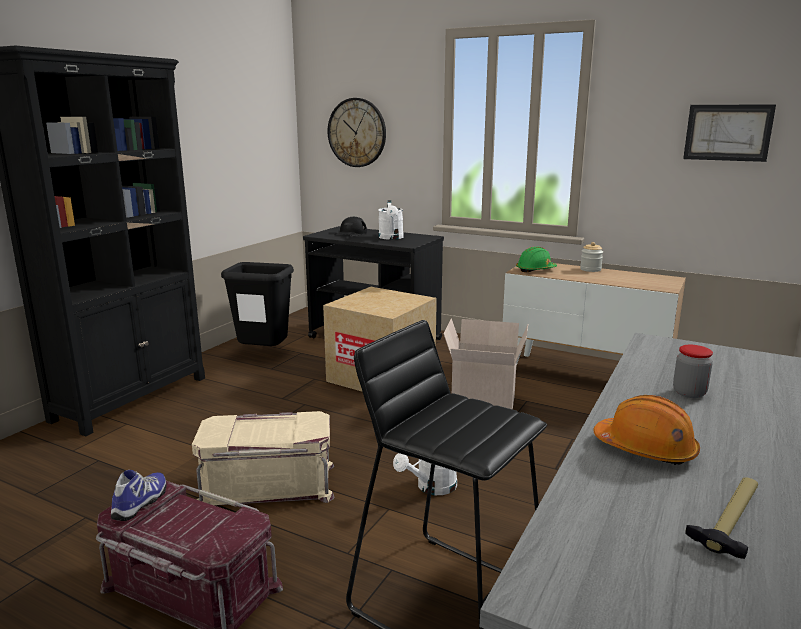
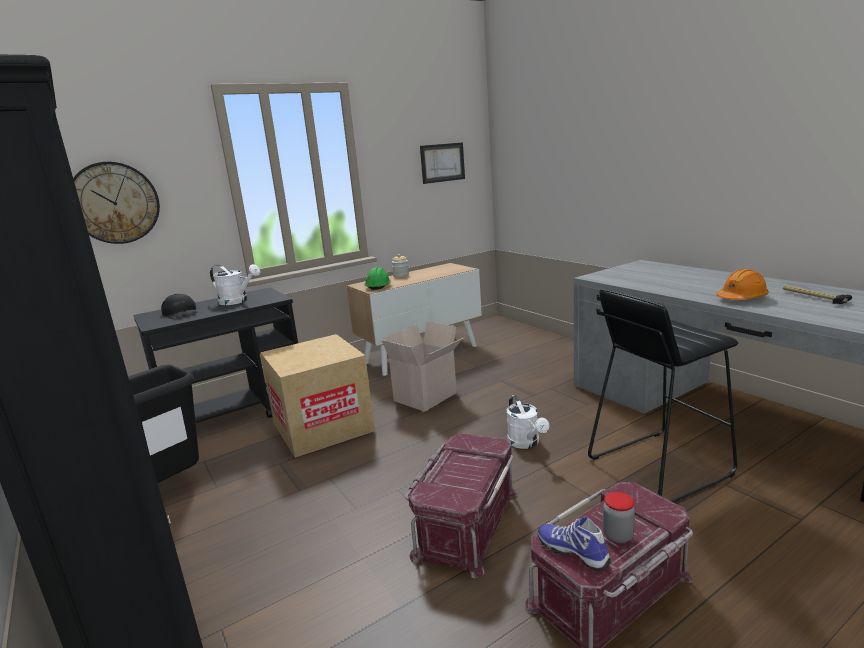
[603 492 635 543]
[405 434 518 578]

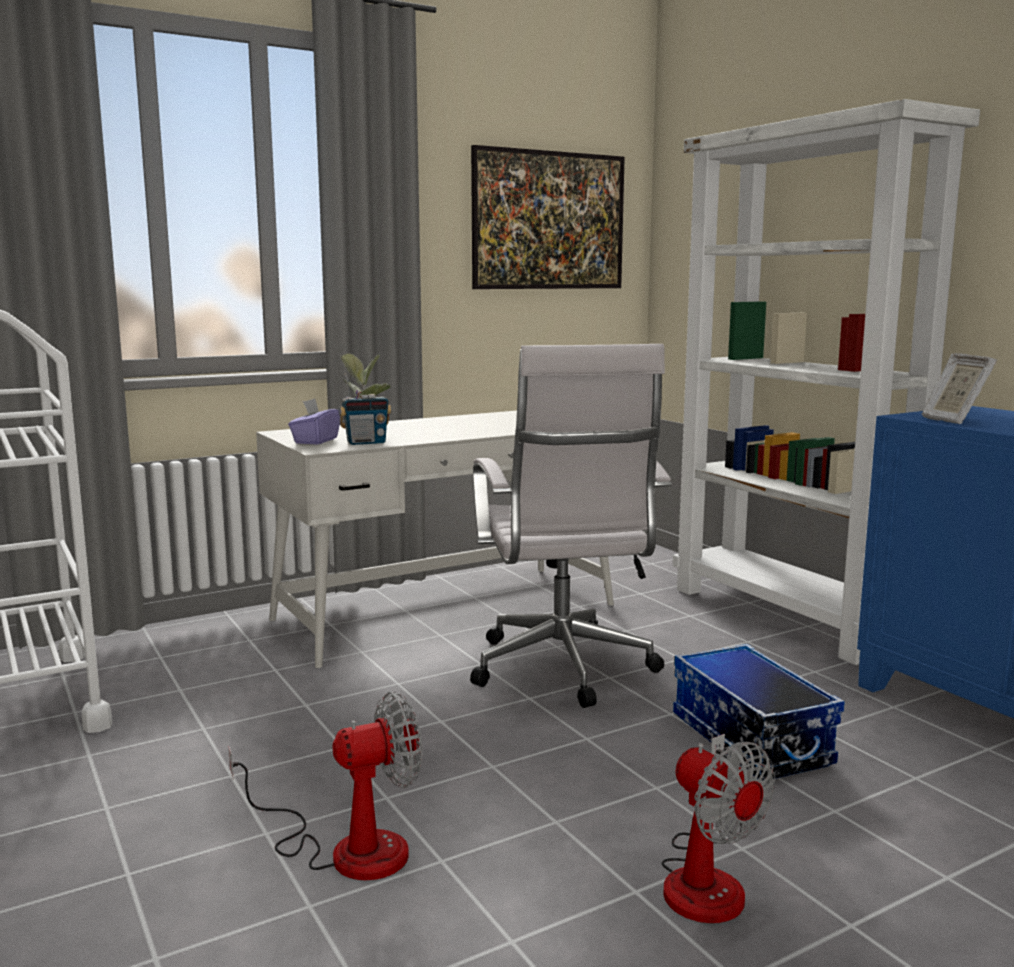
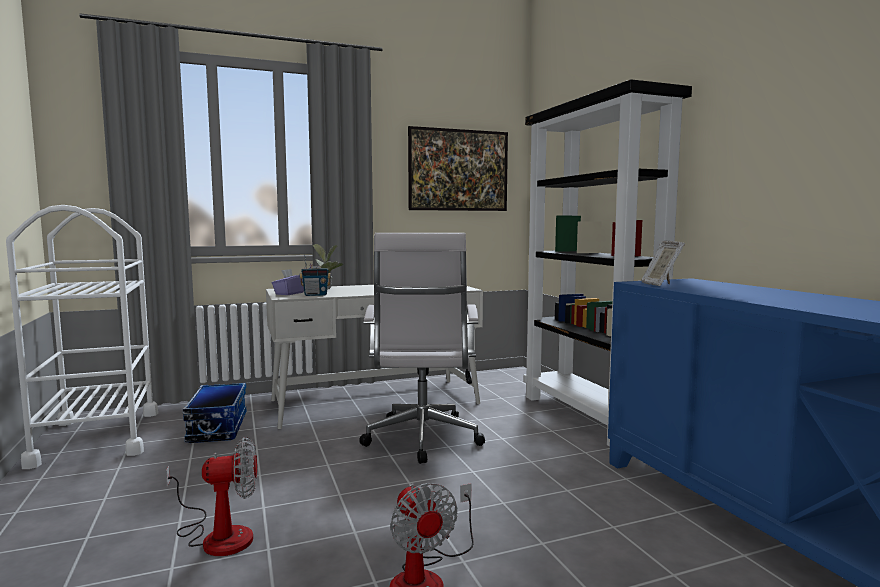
[523 79 692 447]
[183 383 246 443]

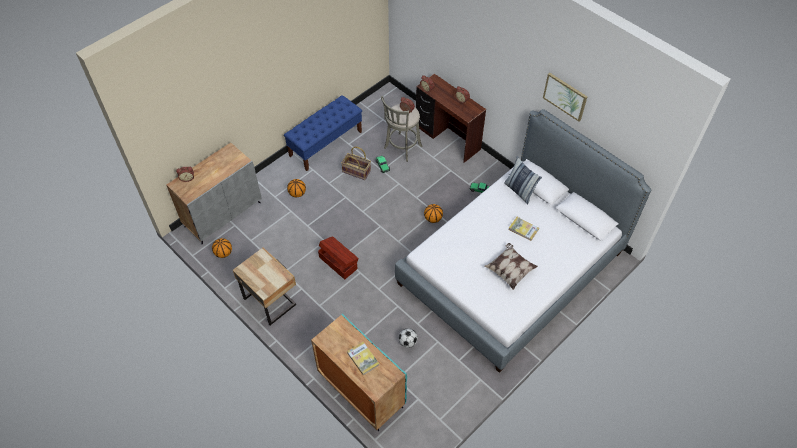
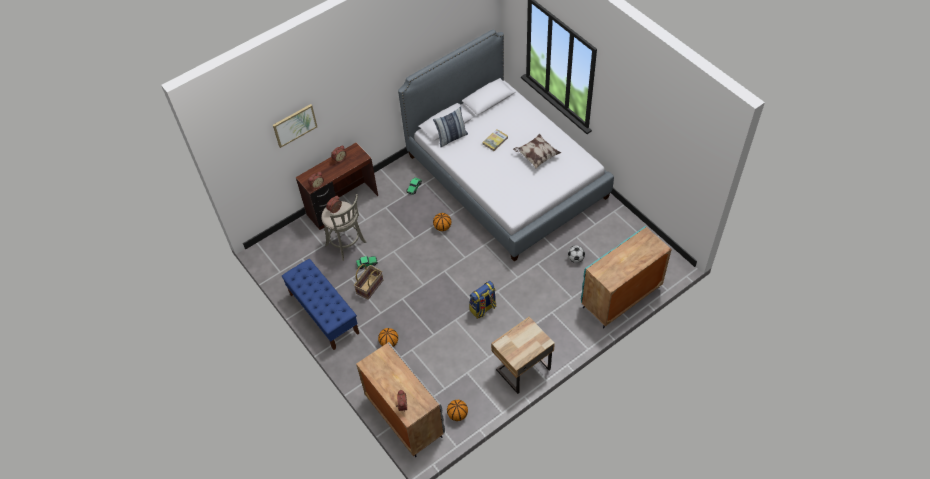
[273 104 317 148]
[469 281 496 319]
[347 342 379 375] (first image)

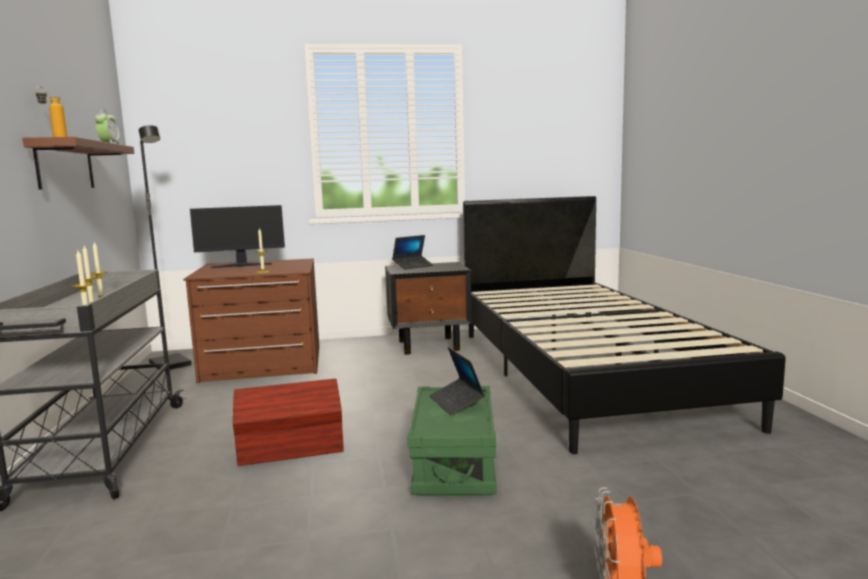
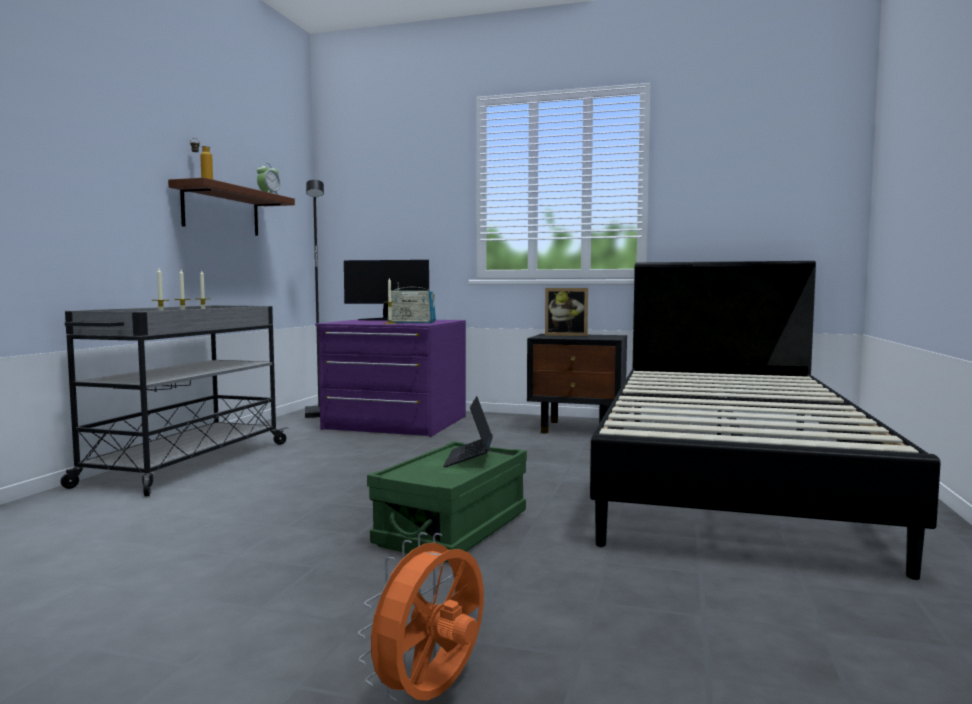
[545 288 588 336]
[315 320 466 437]
[233 379 344 466] (first image)
[391 283 436 323]

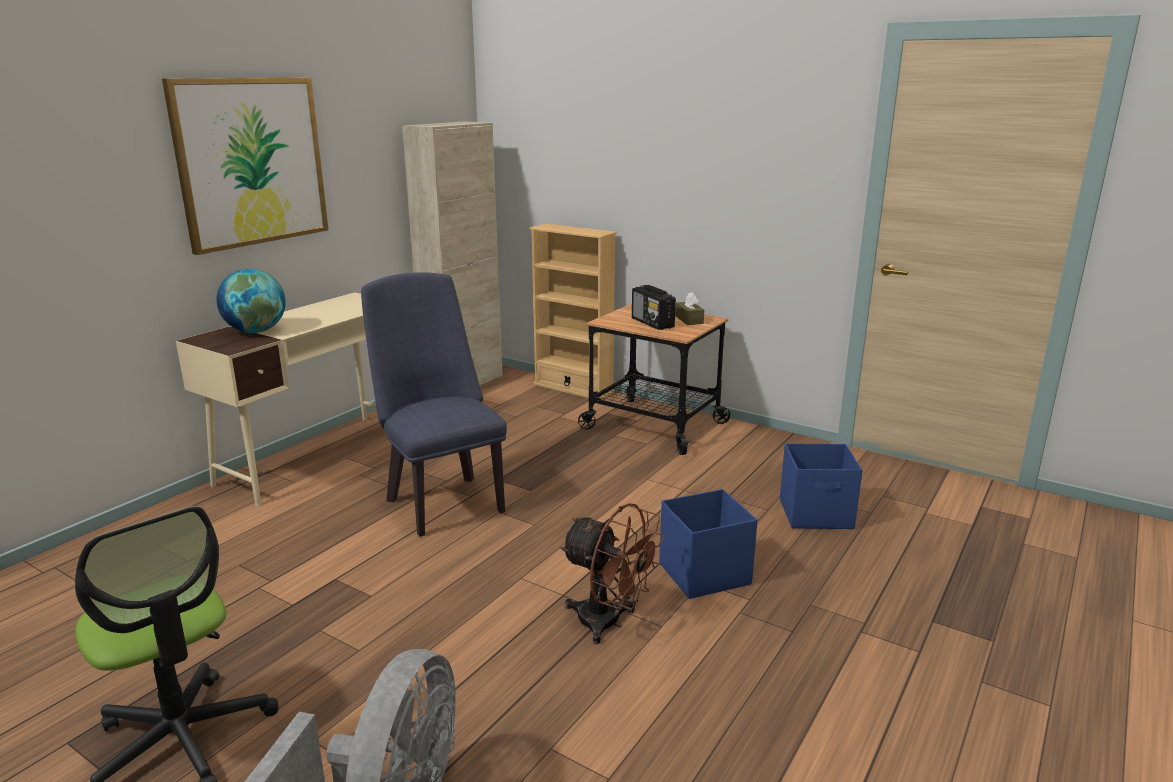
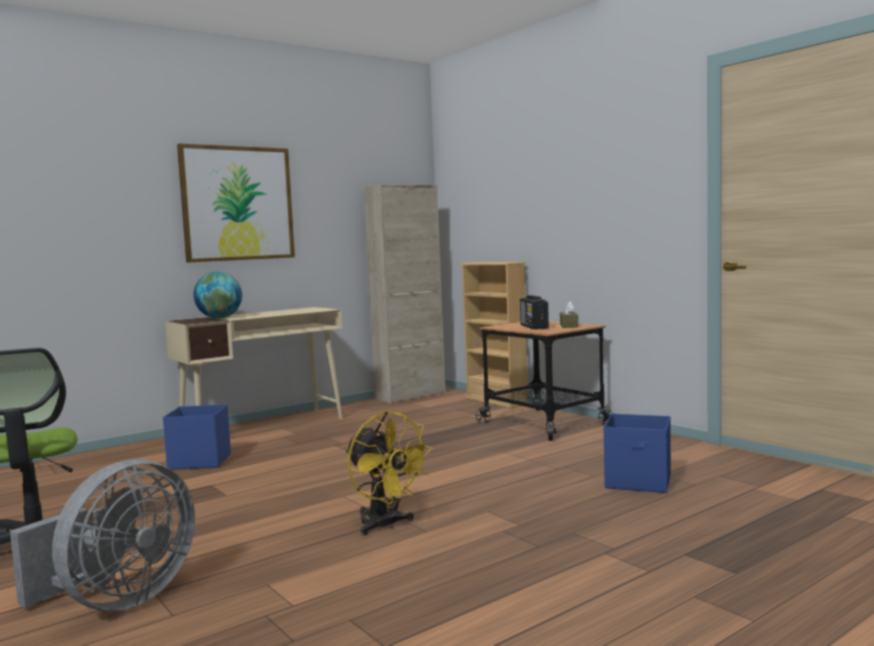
[361 272 507 537] (first image)
[163 404 231 470]
[346 411 433 536]

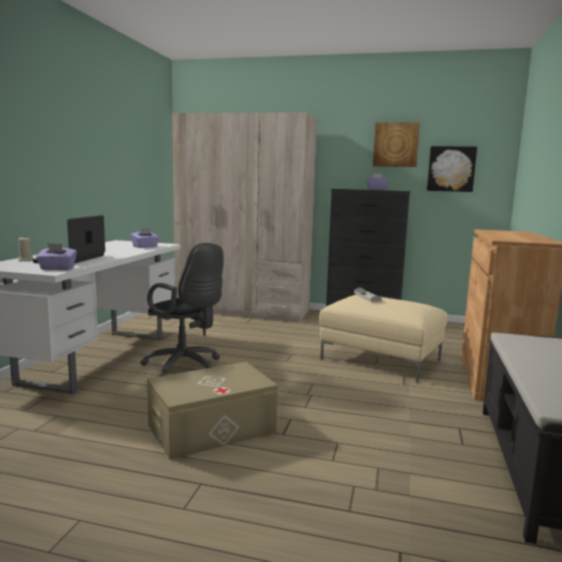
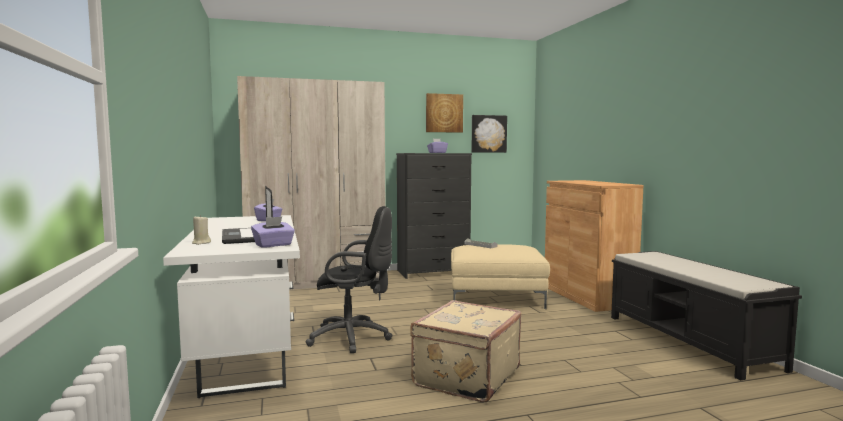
[410 300 522 402]

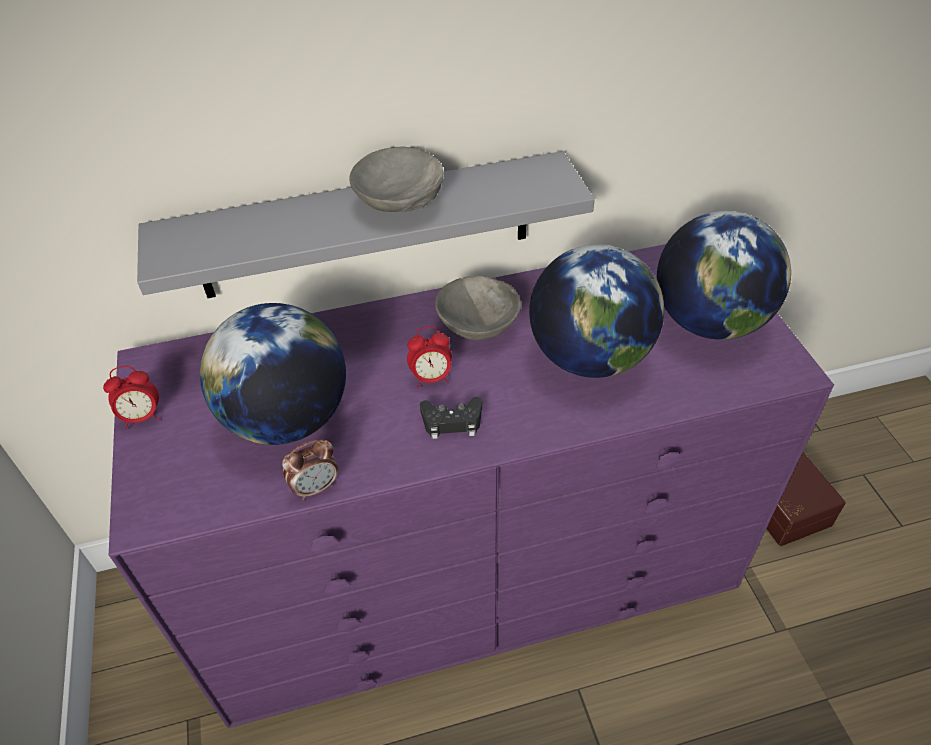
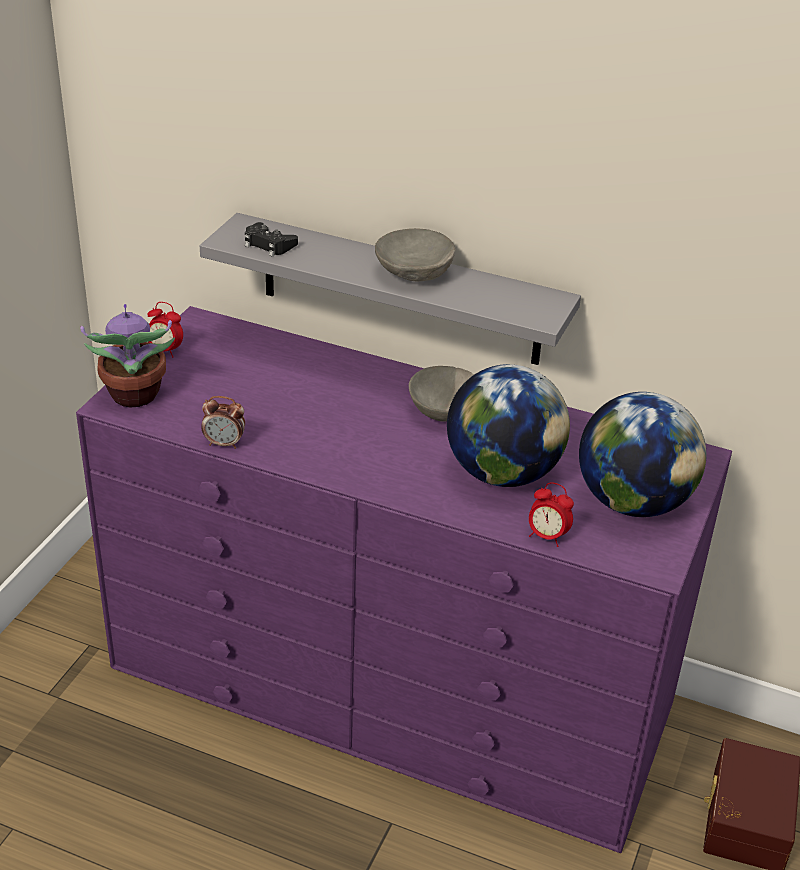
[200 303 346 445] (first image)
[529 482 574 547]
[245 222 298 257]
[80 304 175 407]

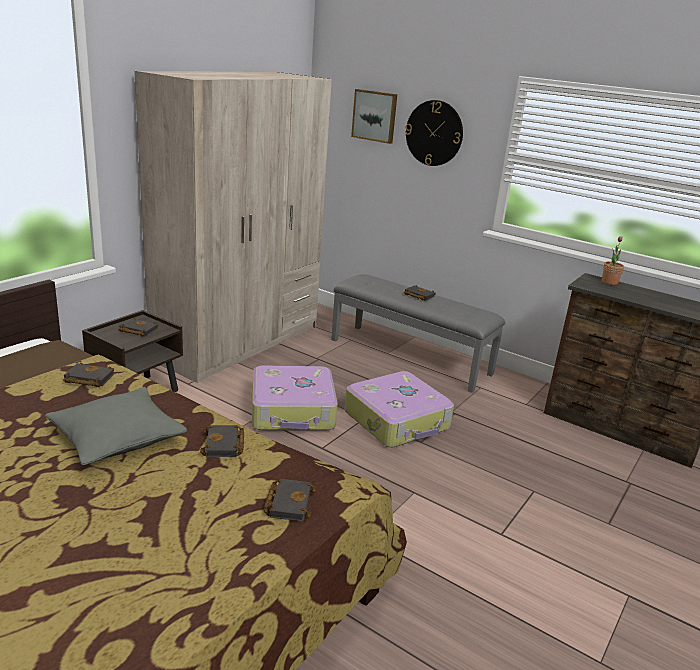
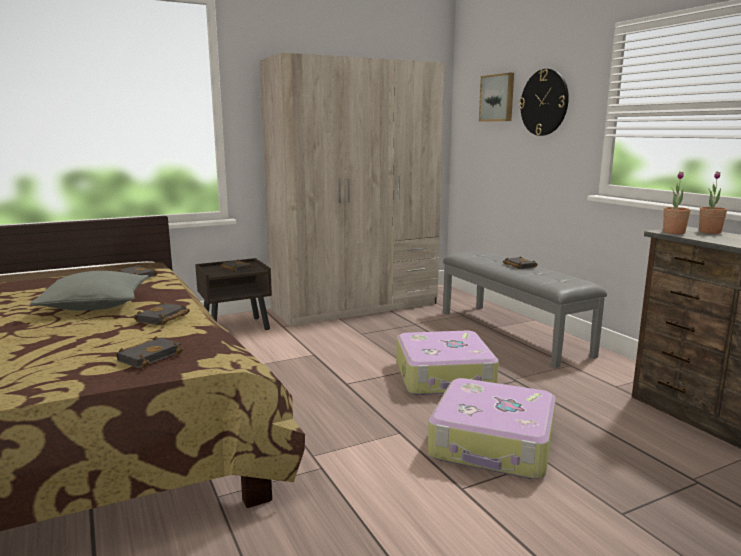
[428 378 556 479]
[663 172 690 234]

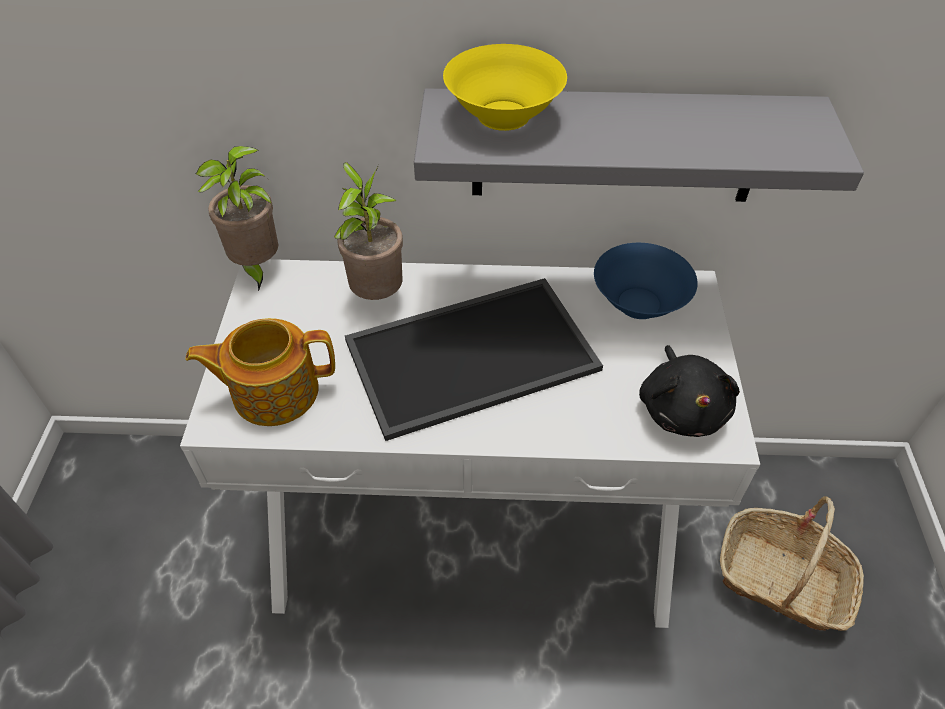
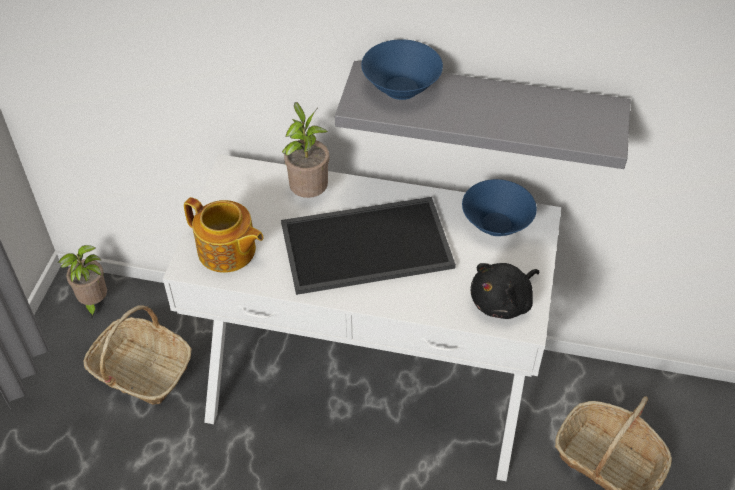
[361 39 443 100]
[58 245 107 319]
[184 197 264 273]
[471 263 540 319]
[84 305 192 404]

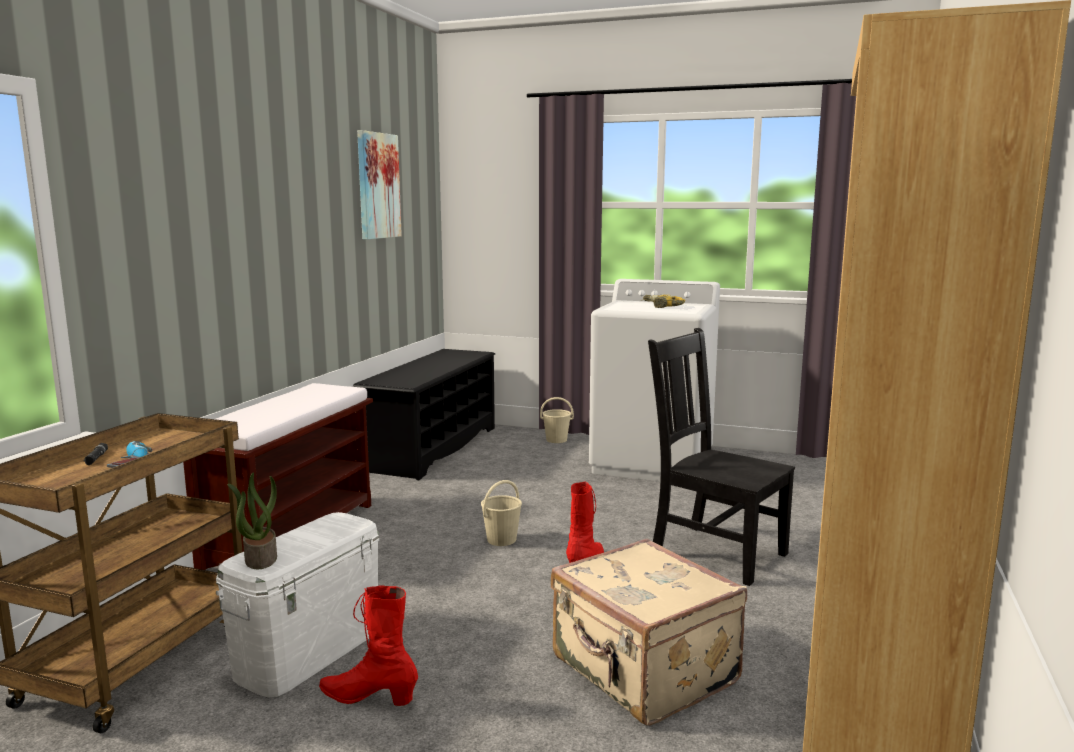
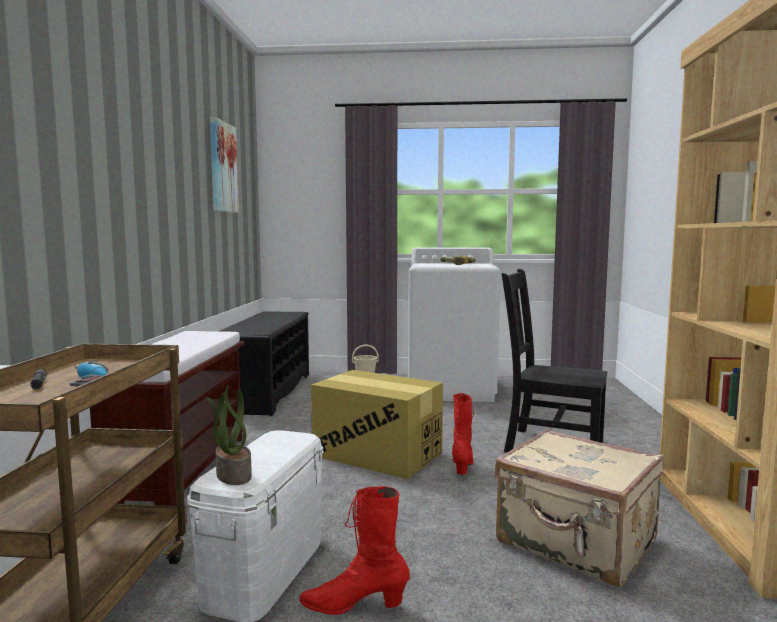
[311 370 443 479]

